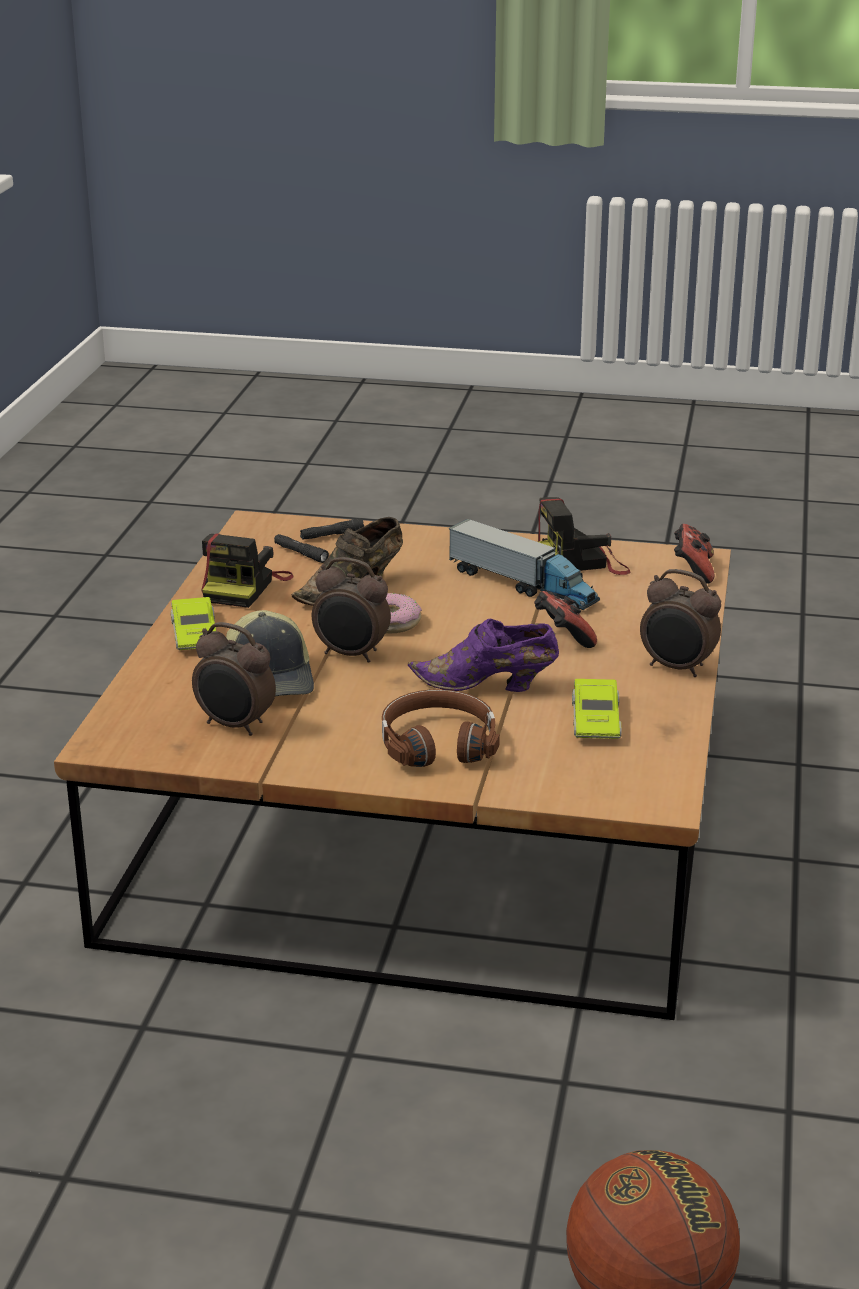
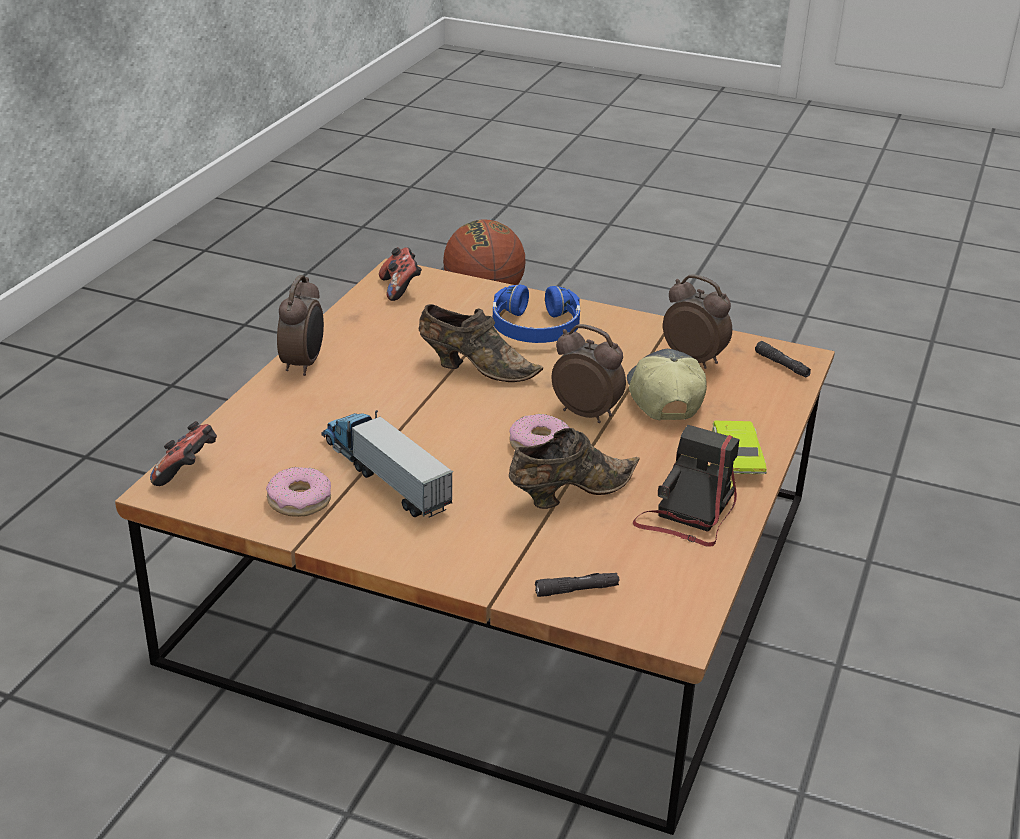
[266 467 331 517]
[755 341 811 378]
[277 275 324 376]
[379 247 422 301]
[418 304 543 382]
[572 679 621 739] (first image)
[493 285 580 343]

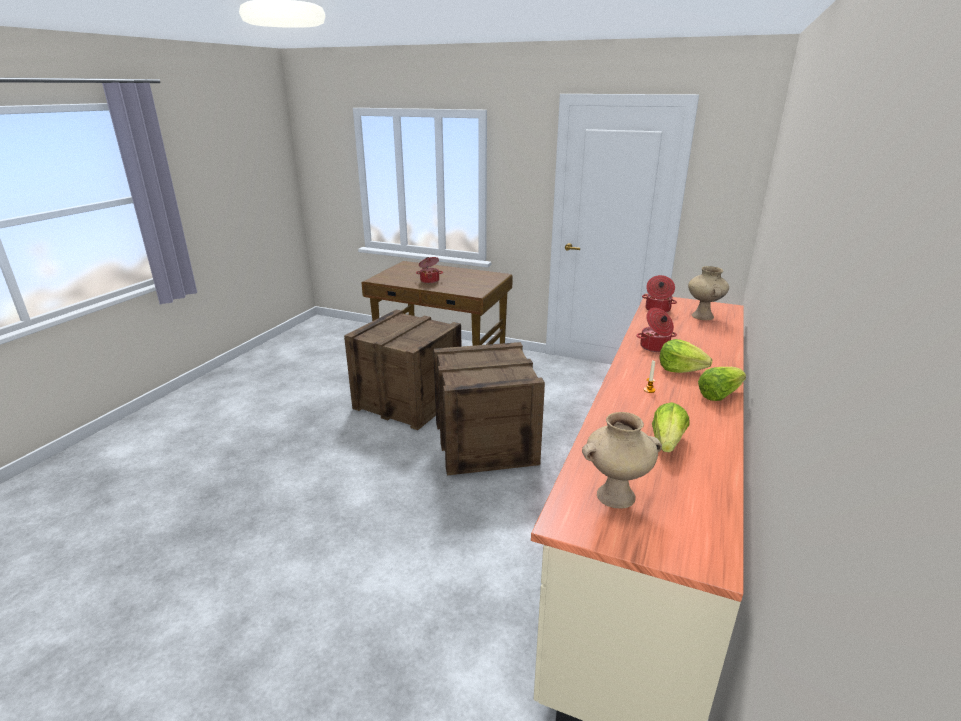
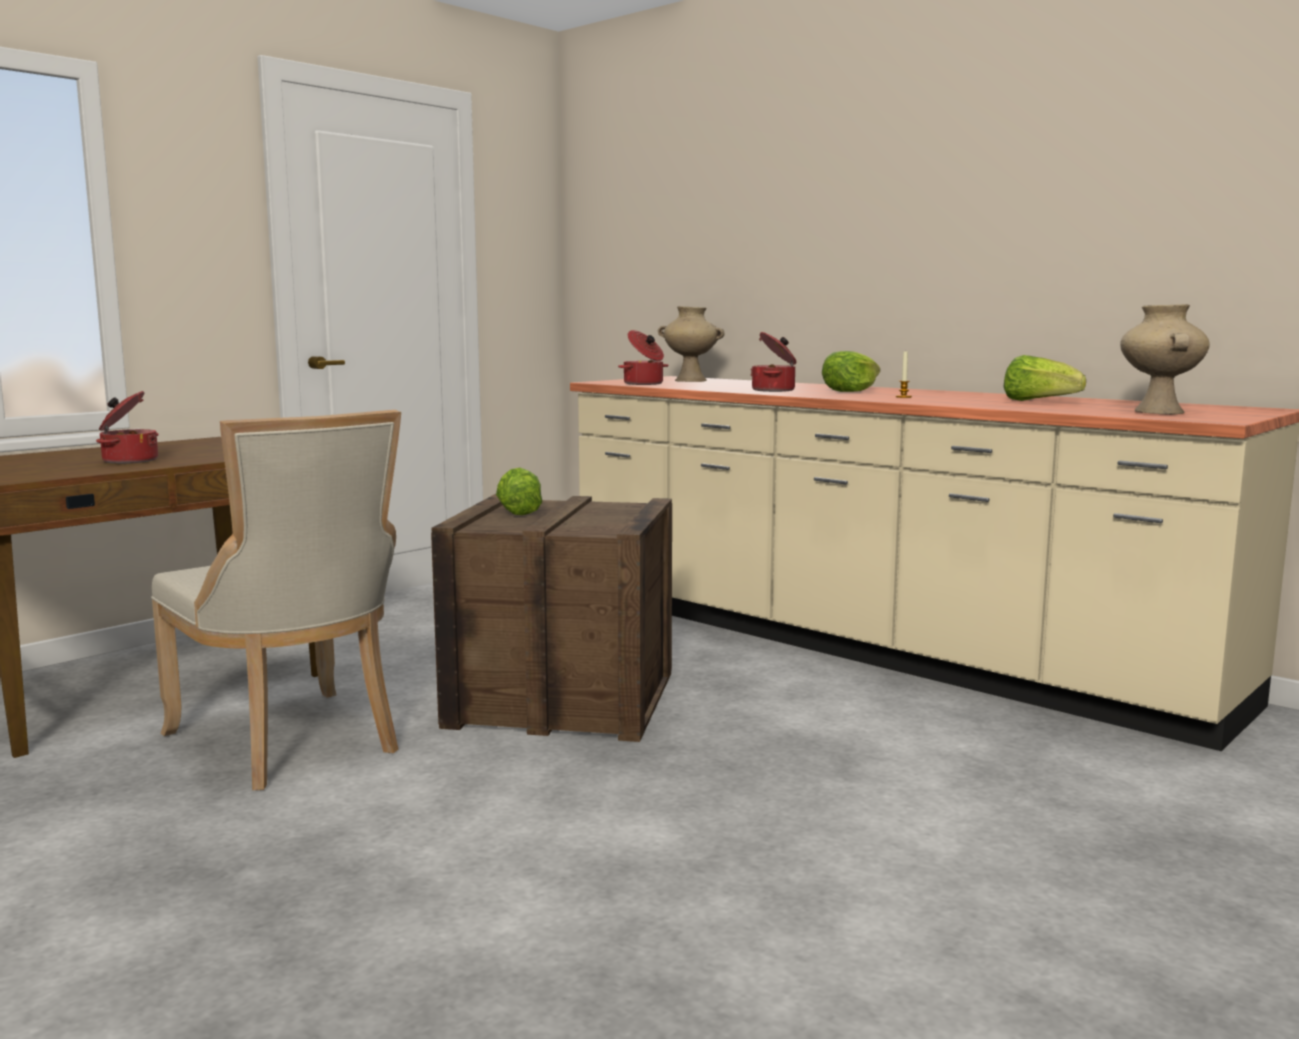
[151 410 401 790]
[496 468 542 515]

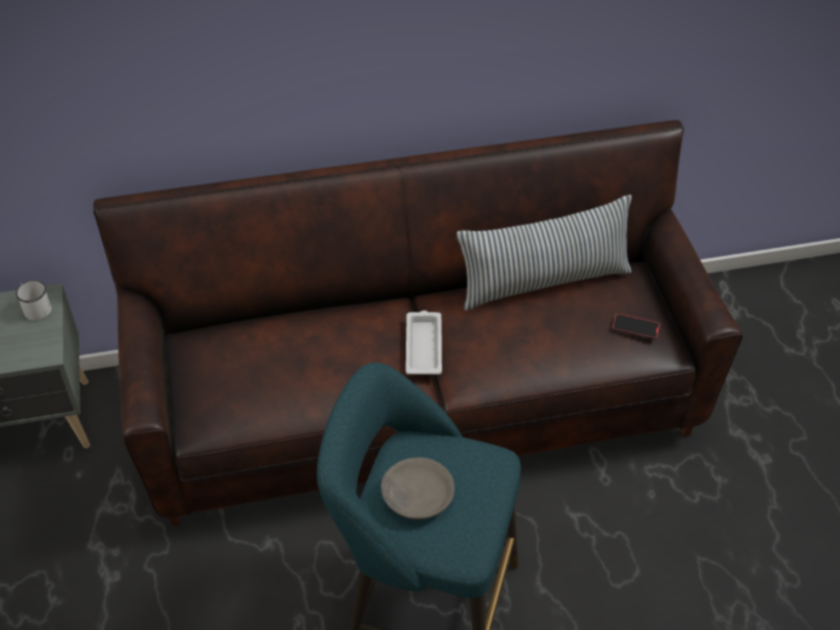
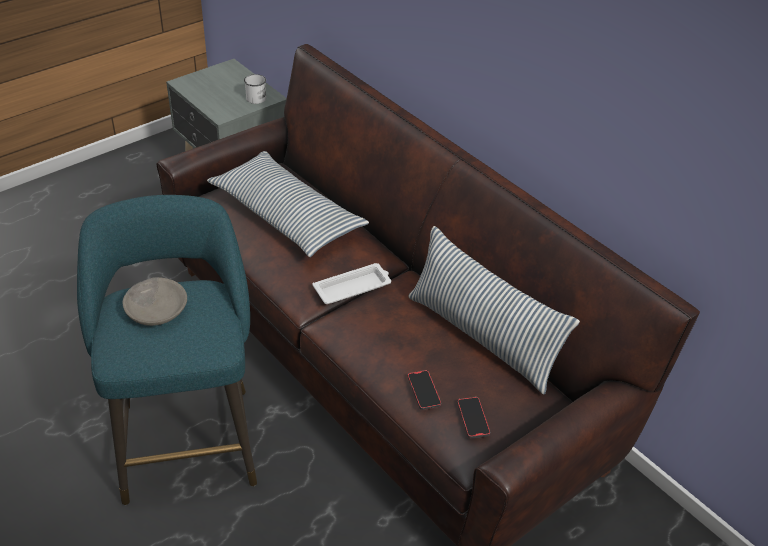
[207 151 369 257]
[407 370 441 410]

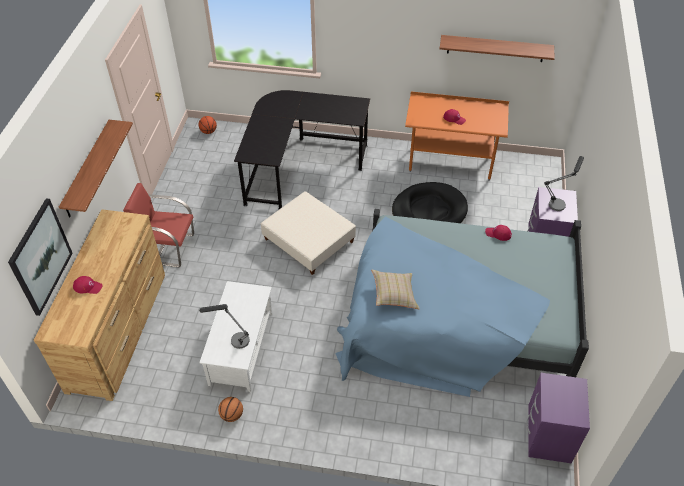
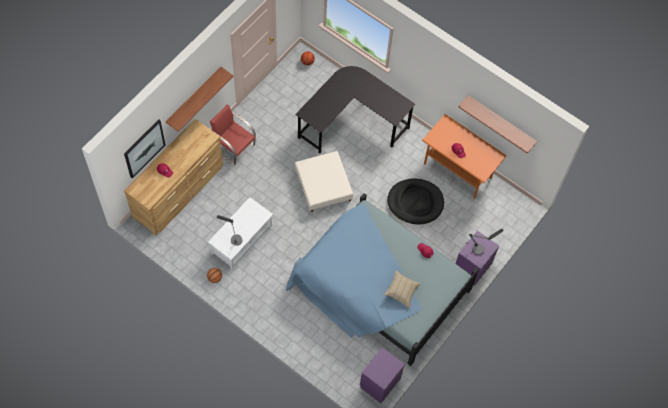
[384 270 421 309]

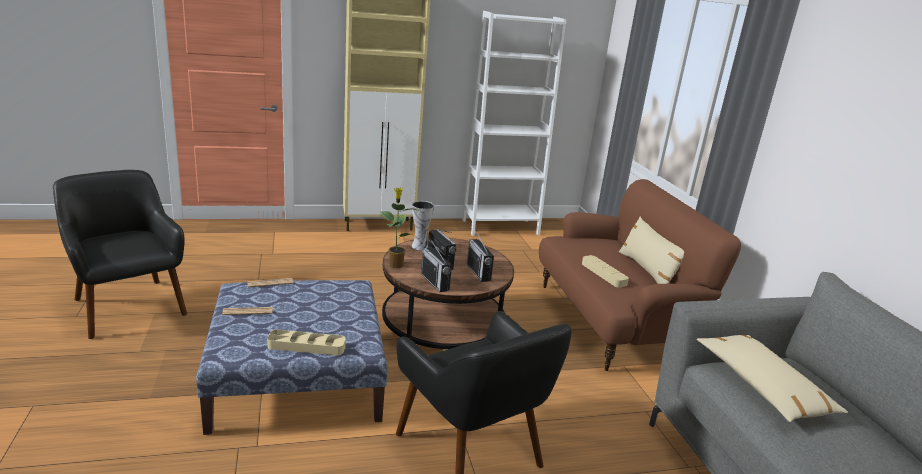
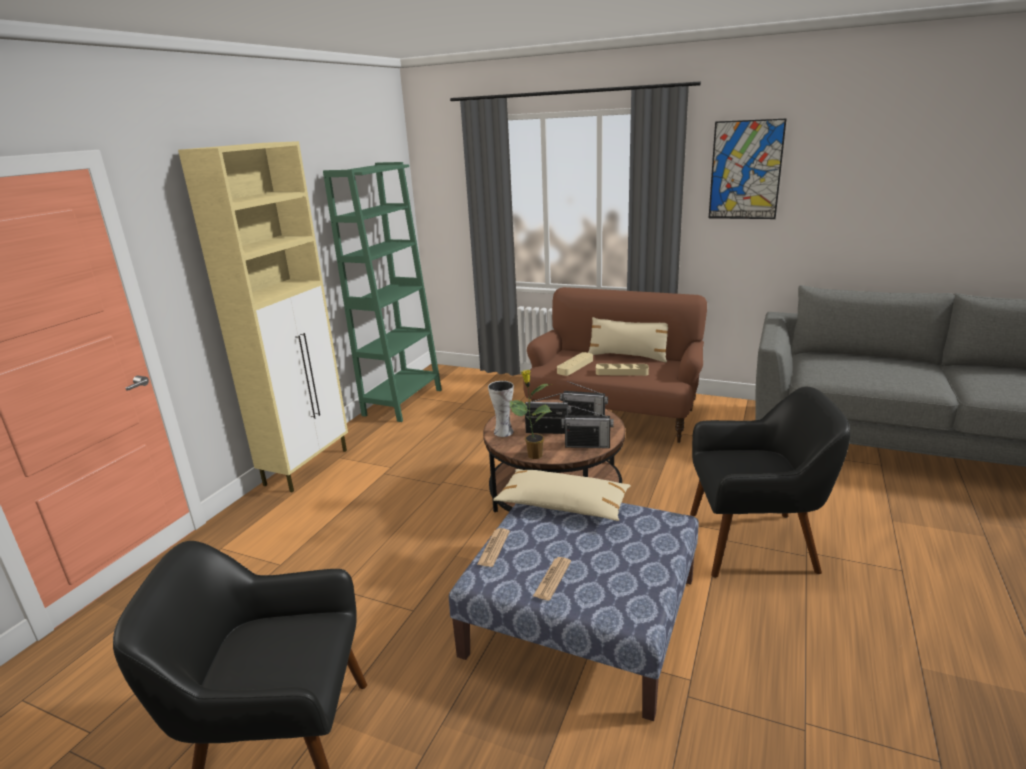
[323 162 442 422]
[557 352 593 376]
[493 469 631 521]
[709 118 787 219]

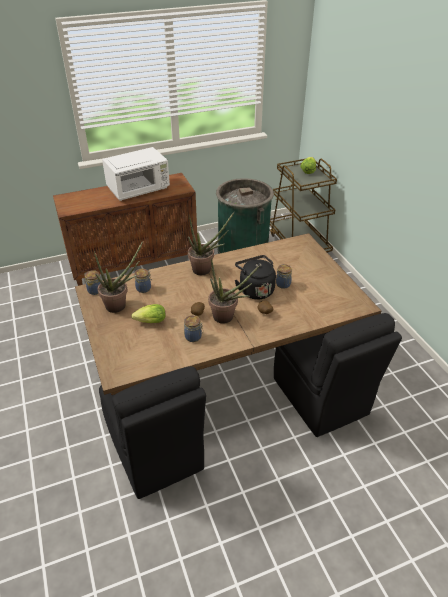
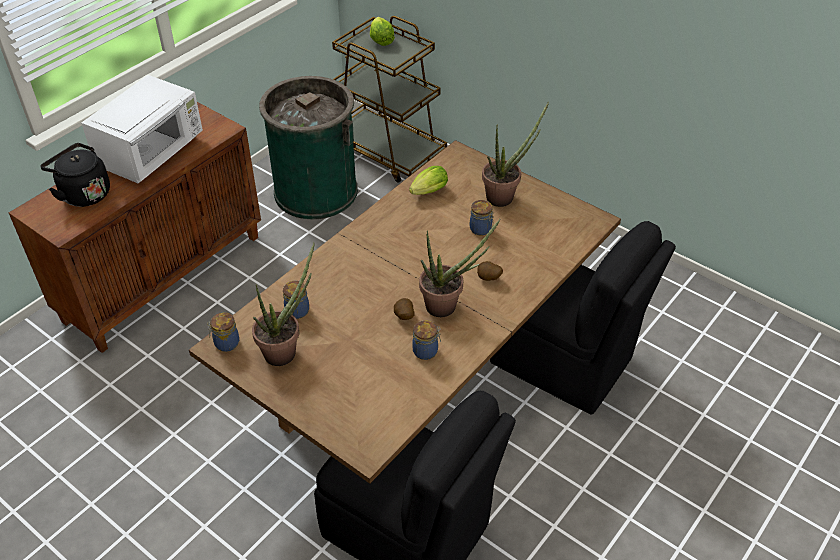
[482 101 549 207]
[40 143 110 207]
[409 166 448 195]

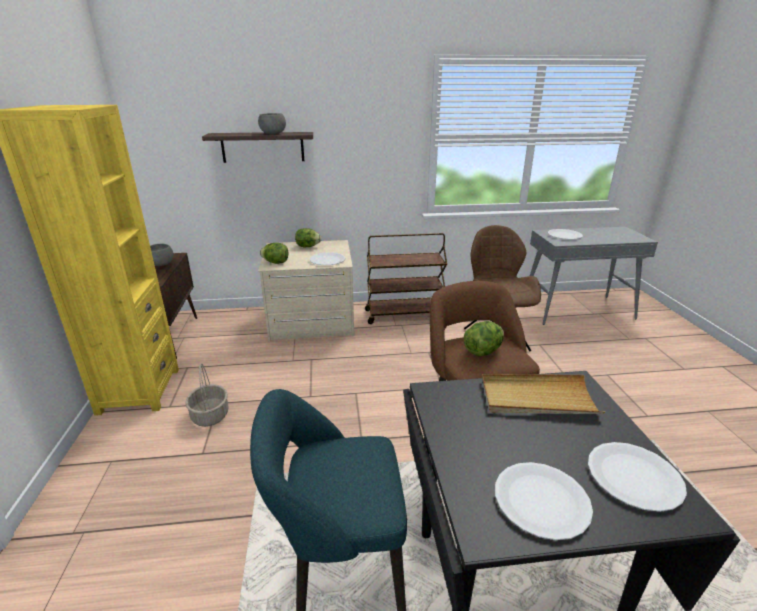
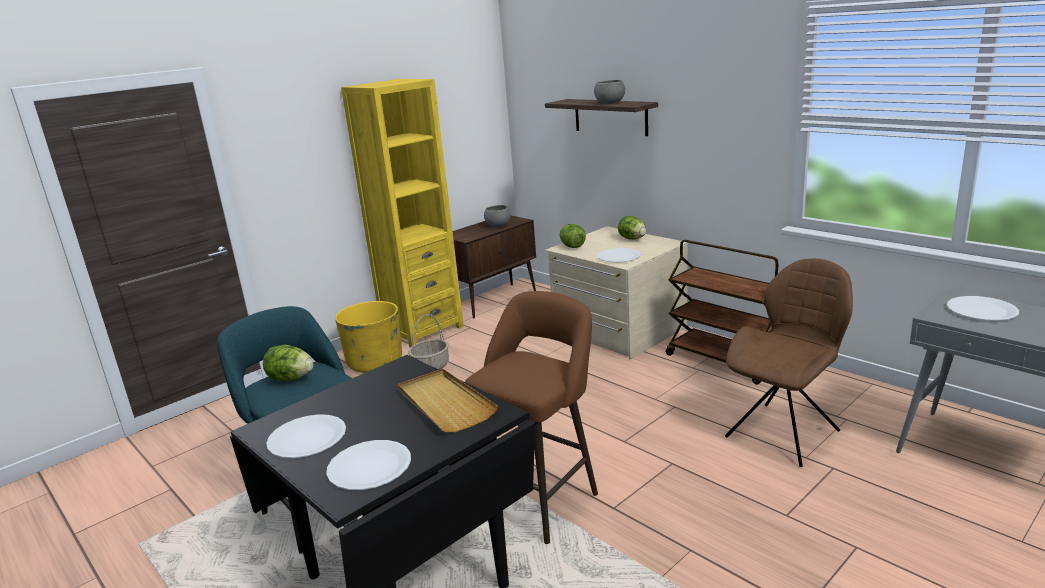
[263 345 313 381]
[335 301 402 373]

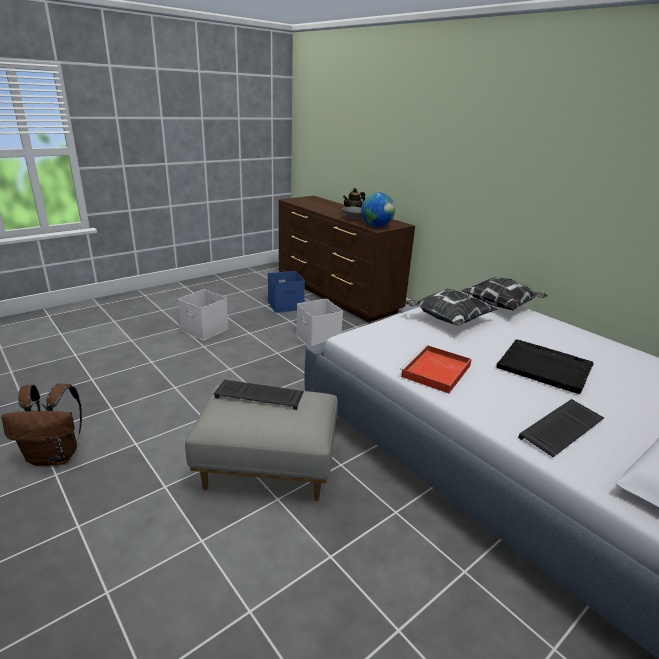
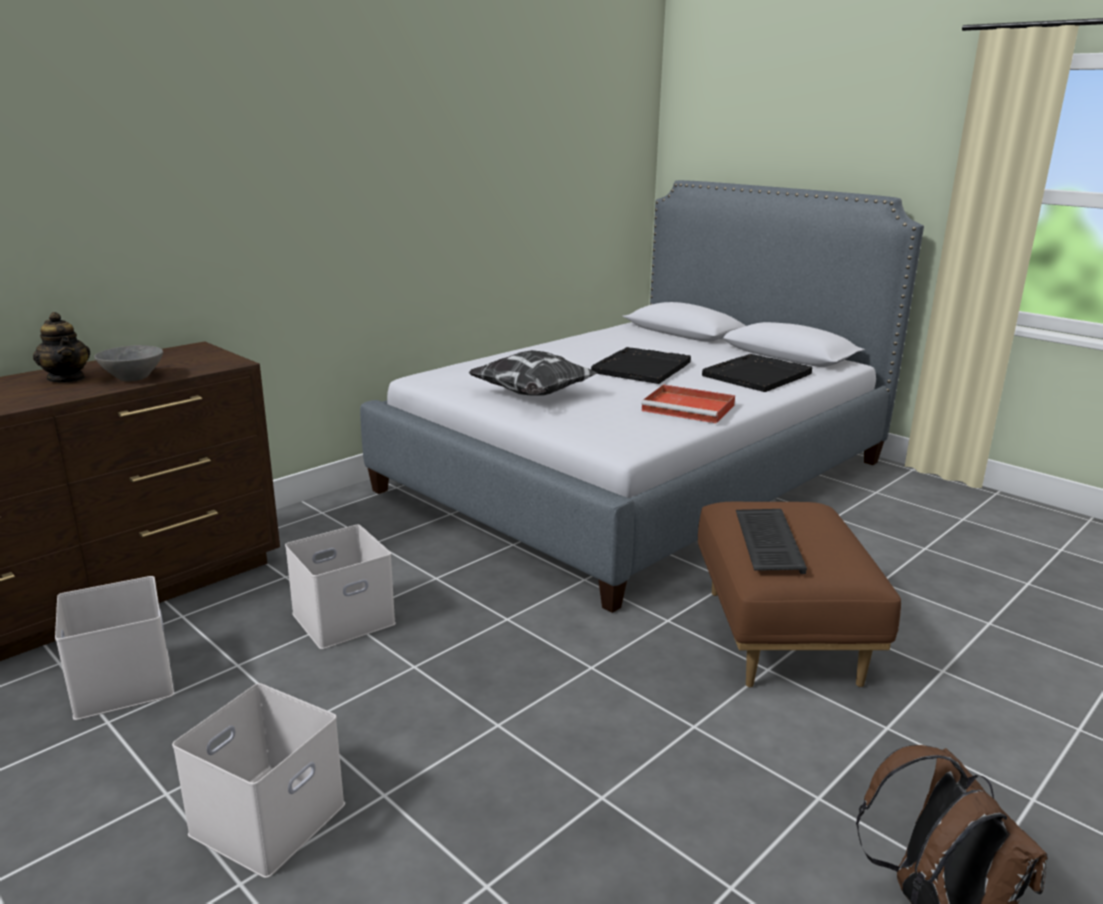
[361 193 395 228] (first image)
[55 576 174 720]
[461 277 547 311] (first image)
[698 502 901 687]
[702 354 812 392]

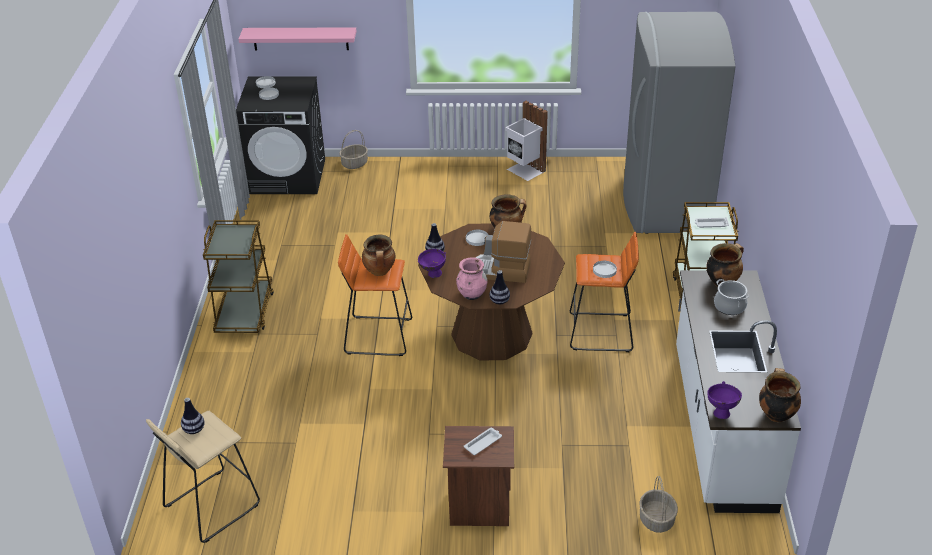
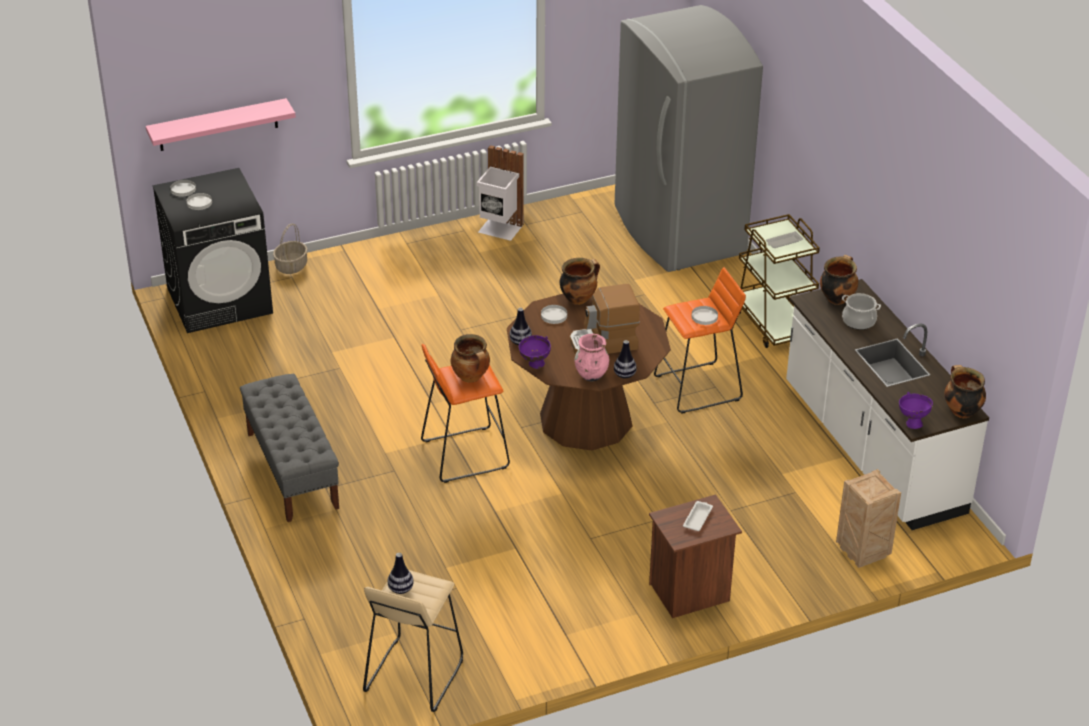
[240 374 339 522]
[836 469 901 568]

